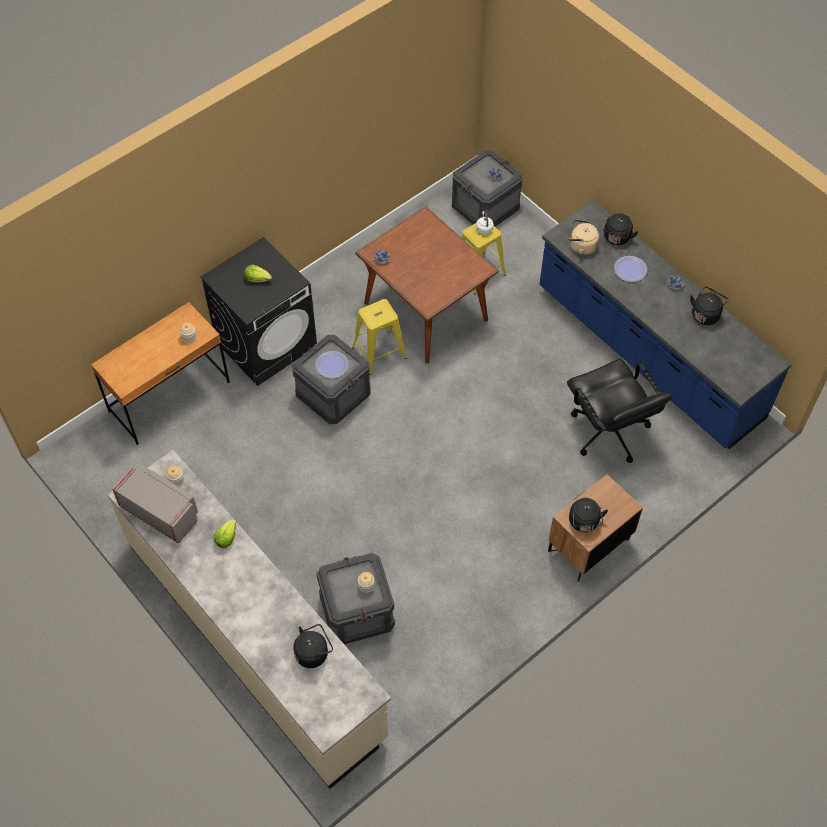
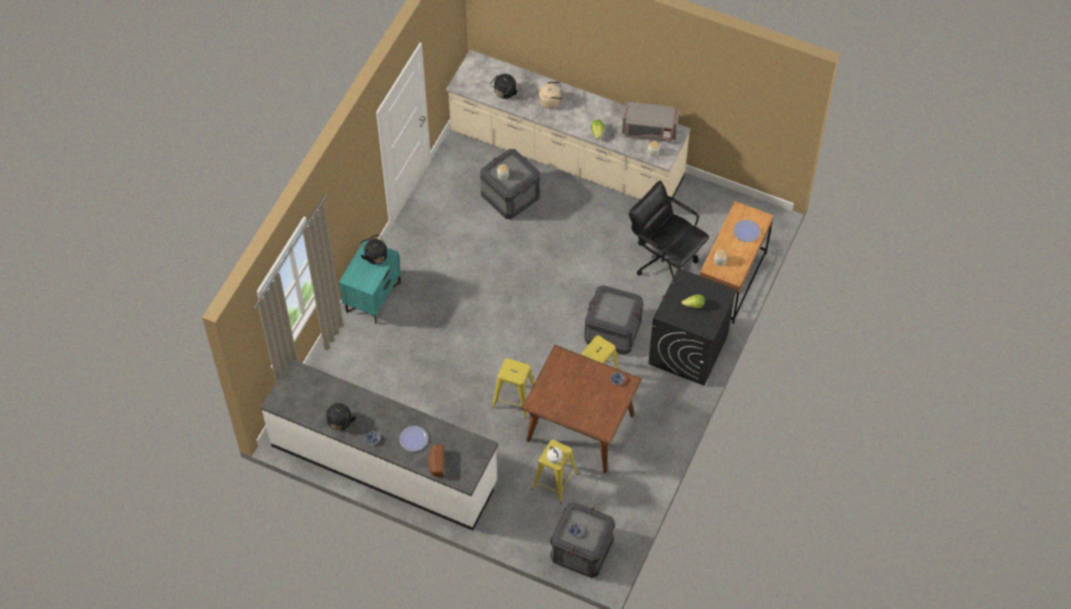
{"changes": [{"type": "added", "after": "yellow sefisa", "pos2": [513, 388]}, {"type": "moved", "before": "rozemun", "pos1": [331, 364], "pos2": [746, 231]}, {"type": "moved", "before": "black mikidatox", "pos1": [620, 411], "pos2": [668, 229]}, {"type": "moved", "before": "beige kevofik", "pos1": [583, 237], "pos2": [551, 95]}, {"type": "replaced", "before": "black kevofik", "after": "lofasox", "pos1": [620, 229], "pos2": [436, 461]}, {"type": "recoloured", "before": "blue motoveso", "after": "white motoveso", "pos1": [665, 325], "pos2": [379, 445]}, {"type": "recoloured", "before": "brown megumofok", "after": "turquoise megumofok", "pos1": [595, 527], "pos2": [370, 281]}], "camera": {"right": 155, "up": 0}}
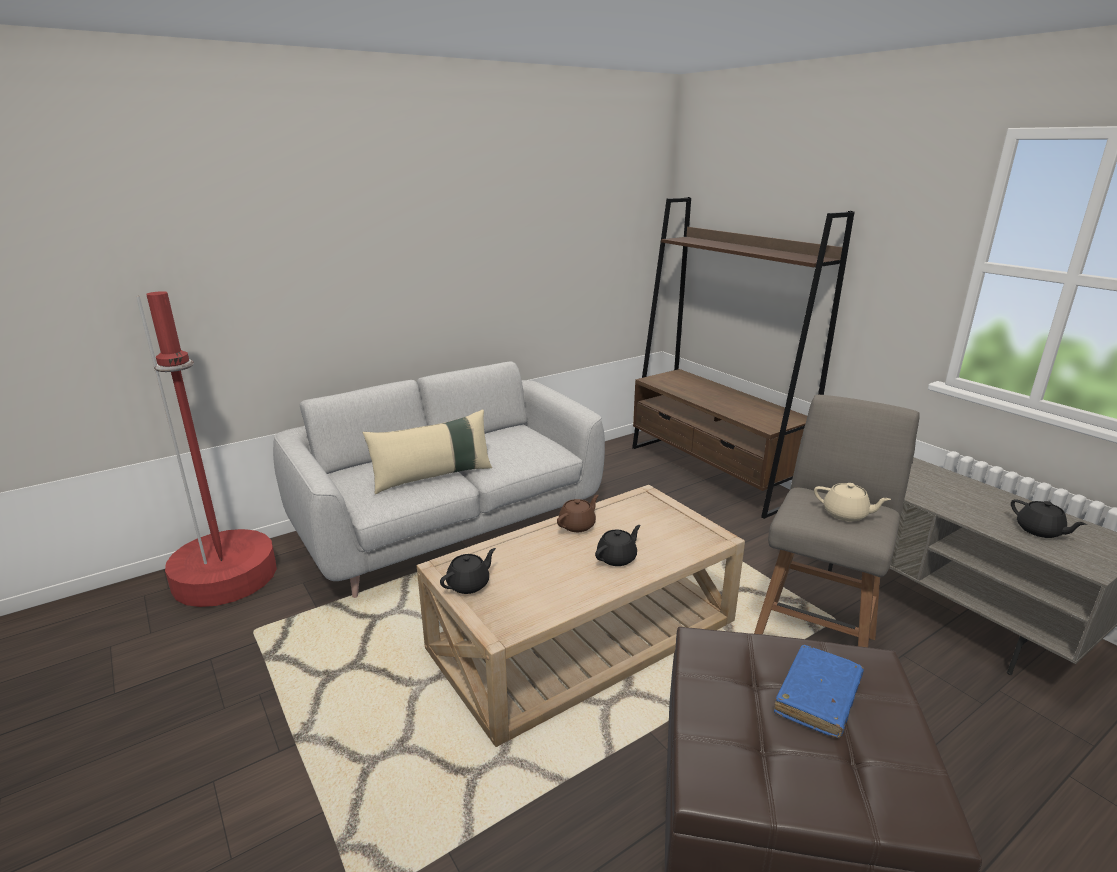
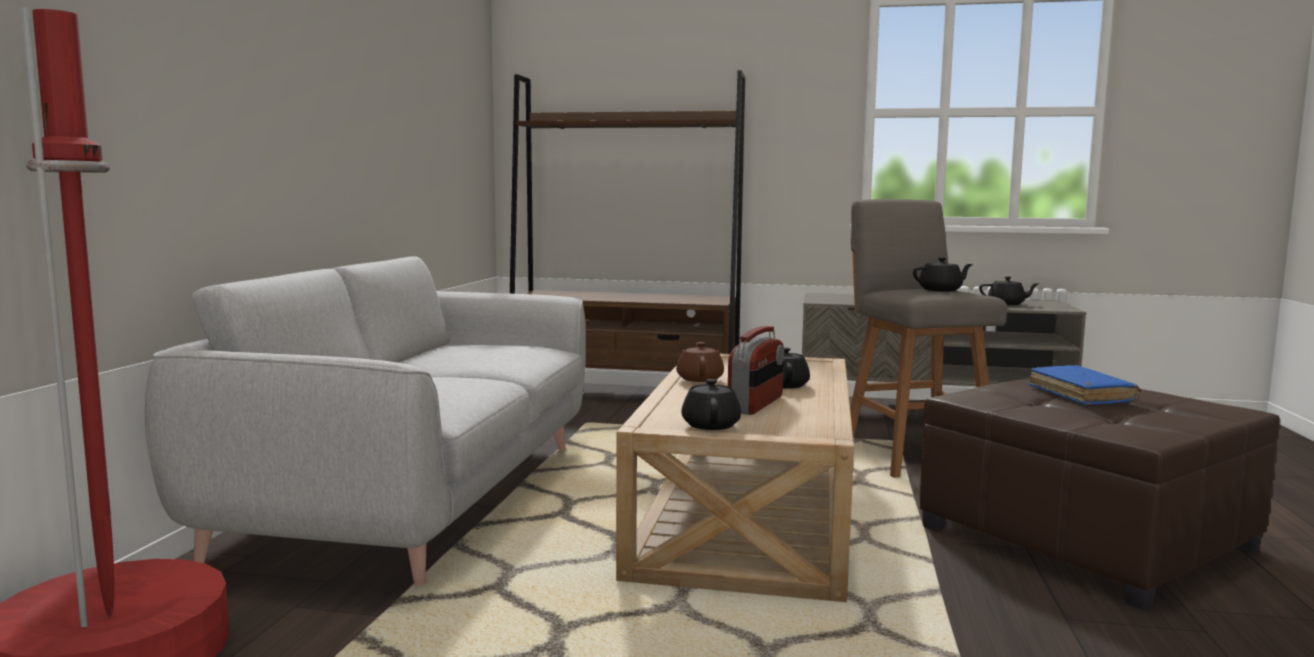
{"changes": [{"type": "removed", "before": "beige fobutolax", "pos1": [427, 452]}, {"type": "added", "after": "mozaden", "pos2": [756, 370]}, {"type": "recoloured", "before": "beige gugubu", "after": "black gugubu", "pos1": [852, 502], "pos2": [943, 274]}], "camera": {"right": -45, "up": -15}}
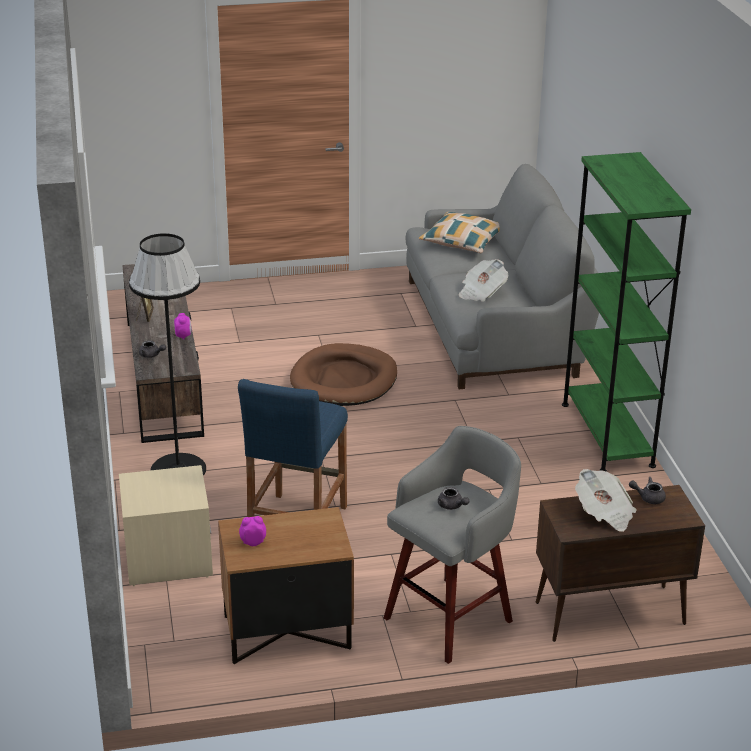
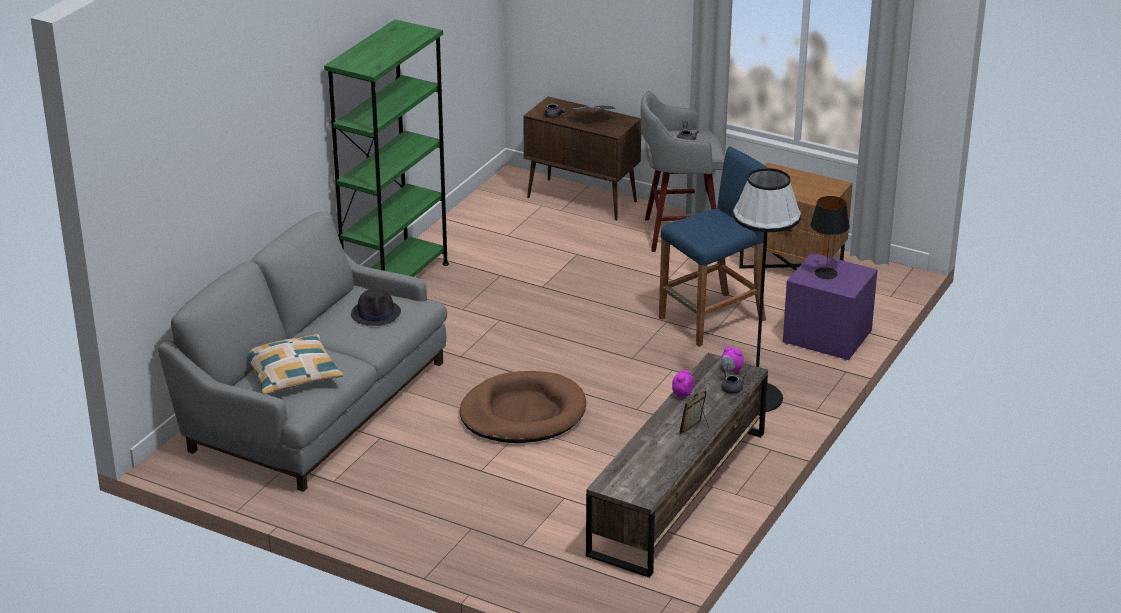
{"changes": [{"type": "added", "after": "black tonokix", "pos2": [830, 237]}, {"type": "moved", "before": "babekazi", "pos1": [252, 531], "pos2": [732, 359]}, {"type": "replaced", "before": "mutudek", "after": "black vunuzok", "pos1": [483, 280], "pos2": [376, 307]}, {"type": "recoloured", "before": "beige megumofok", "after": "purple megumofok", "pos1": [166, 525], "pos2": [830, 307]}], "camera": {"right": -140, "up": 0}}
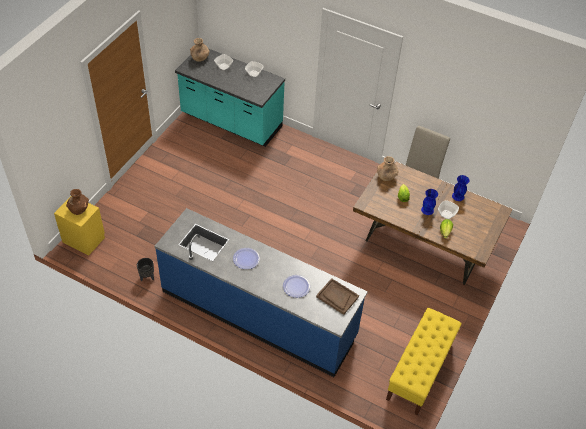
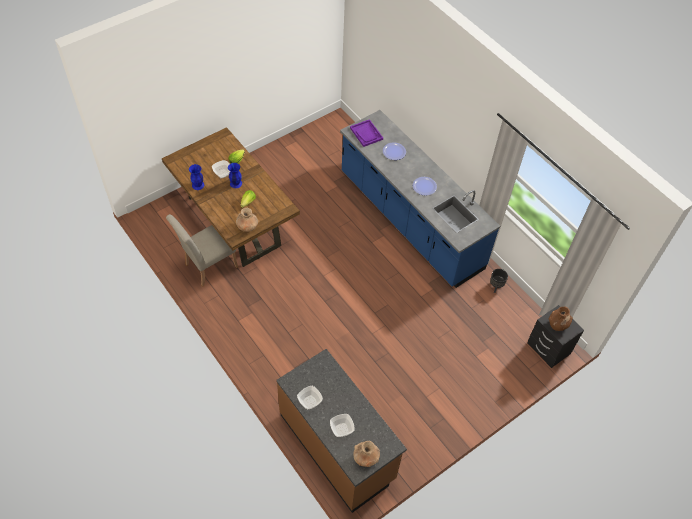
{"changes": [{"type": "removed", "before": "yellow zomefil", "pos1": [424, 362]}, {"type": "recoloured", "before": "yellow megumofok", "after": "black megumofok", "pos1": [79, 226], "pos2": [556, 336]}, {"type": "recoloured", "before": "turquoise motoveso", "after": "brown motoveso", "pos1": [230, 97], "pos2": [341, 431]}, {"type": "recoloured", "before": "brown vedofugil", "after": "purple vedofugil", "pos1": [337, 296], "pos2": [366, 133]}], "camera": {"right": -155, "up": 5}}
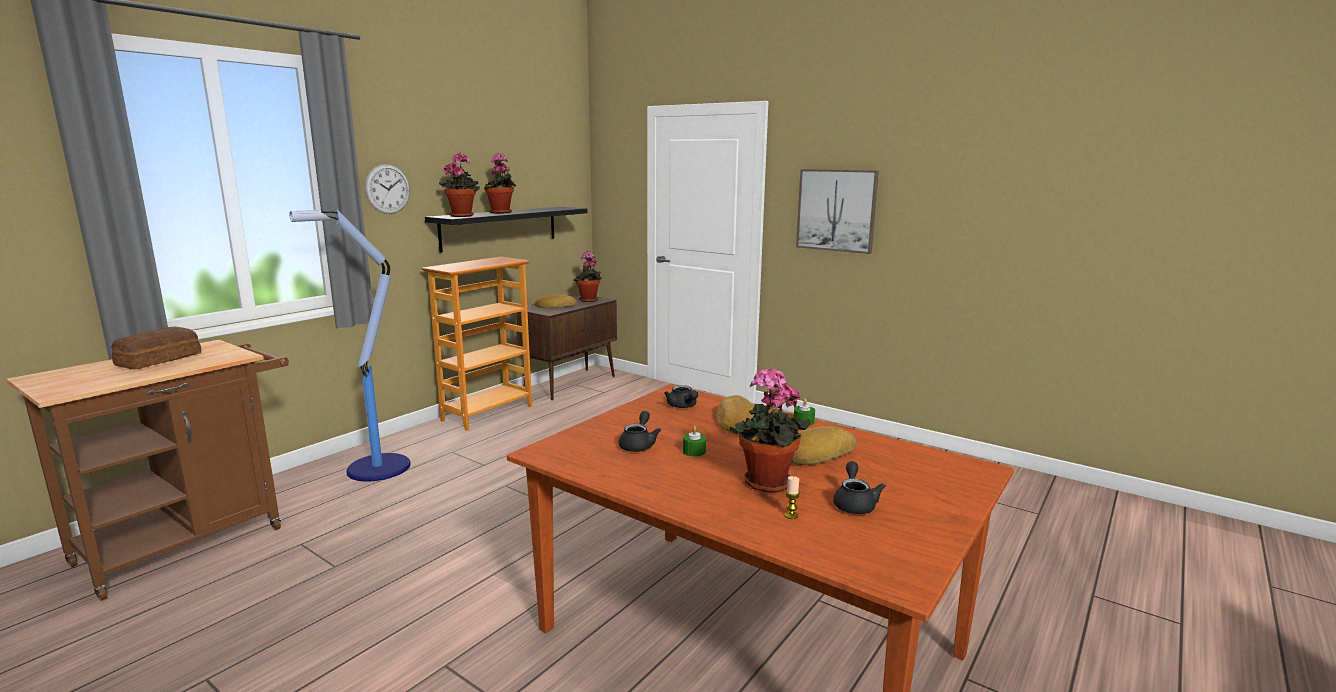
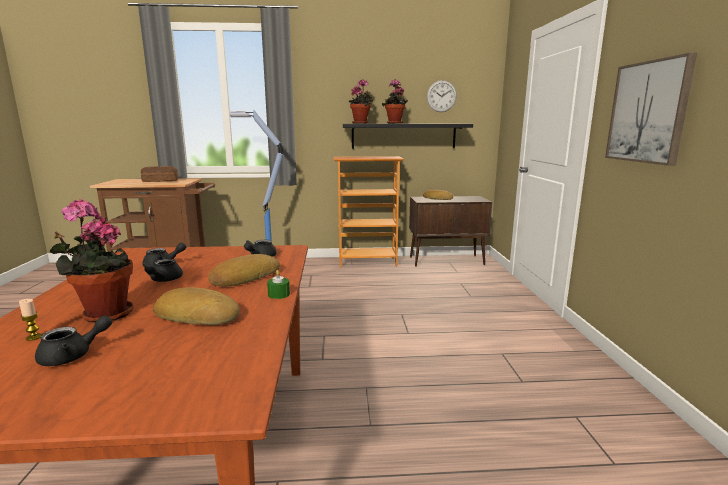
{"changes": [{"type": "removed", "before": "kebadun", "pos1": [587, 276]}, {"type": "moved", "before": "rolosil", "pos1": [387, 189], "pos2": [442, 96]}, {"type": "replaced", "before": "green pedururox", "after": "black gugubu", "pos1": [694, 441], "pos2": [162, 270]}], "camera": {"right": 50, "up": 0}}
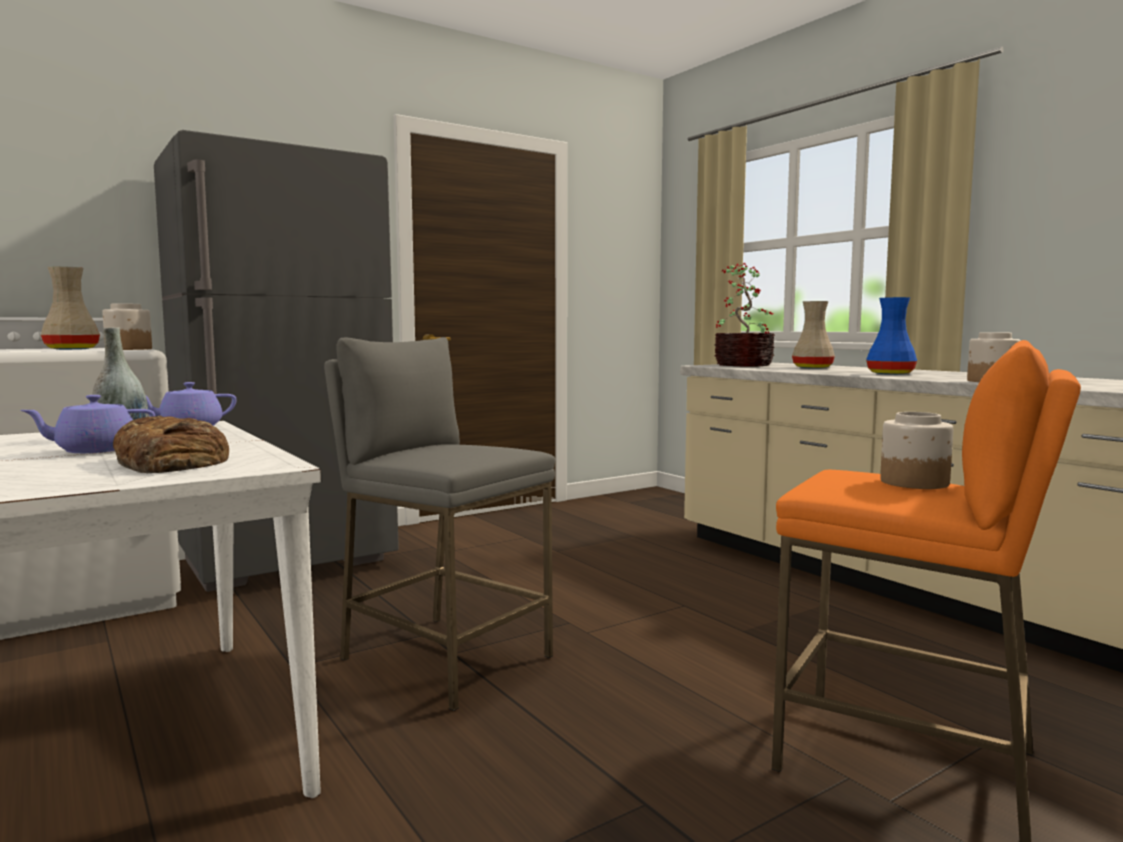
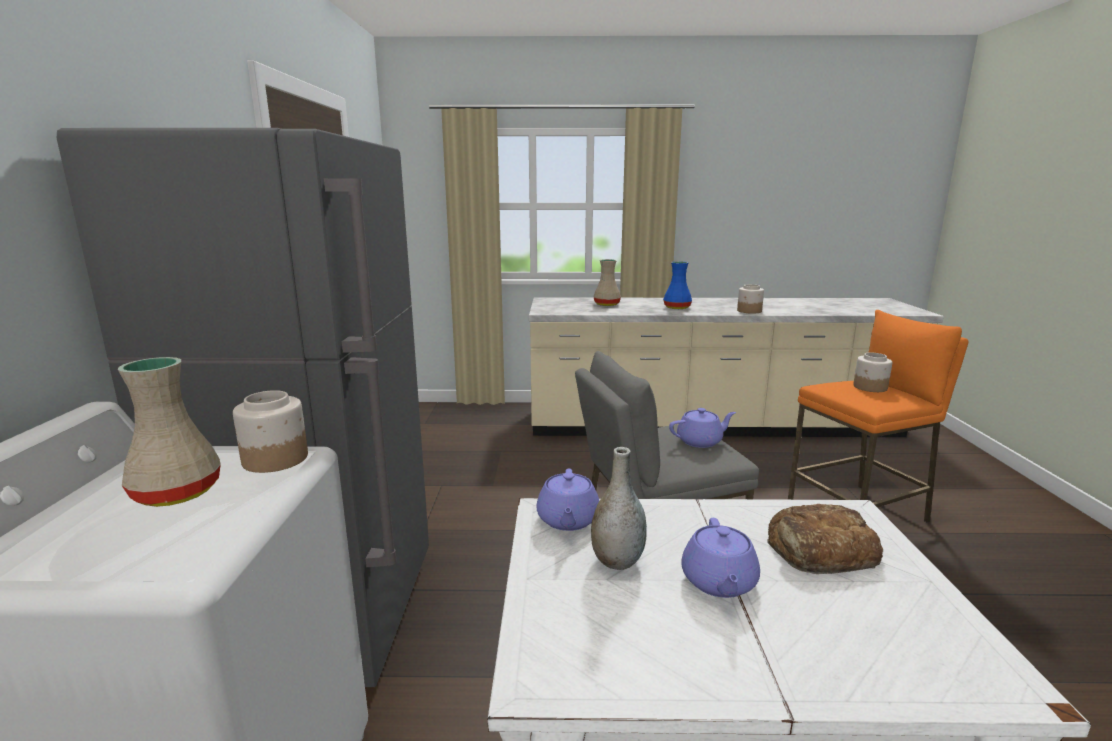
{"changes": [{"type": "removed", "before": "kebadun", "pos1": [744, 314]}, {"type": "added", "after": "purple gugubu", "pos2": [702, 428]}], "camera": {"right": -55, "up": 10}}
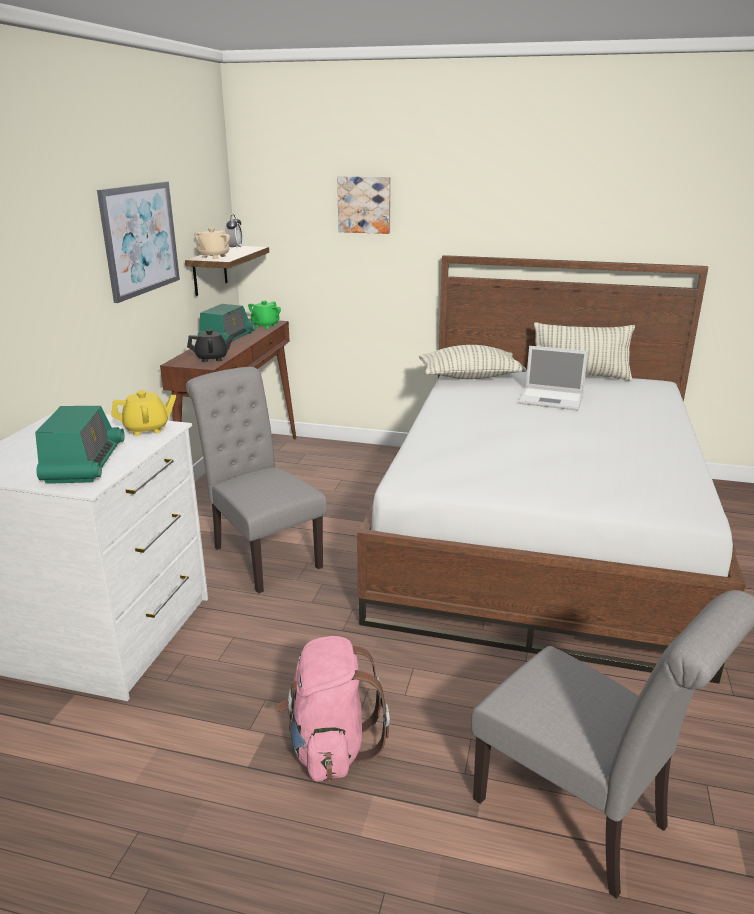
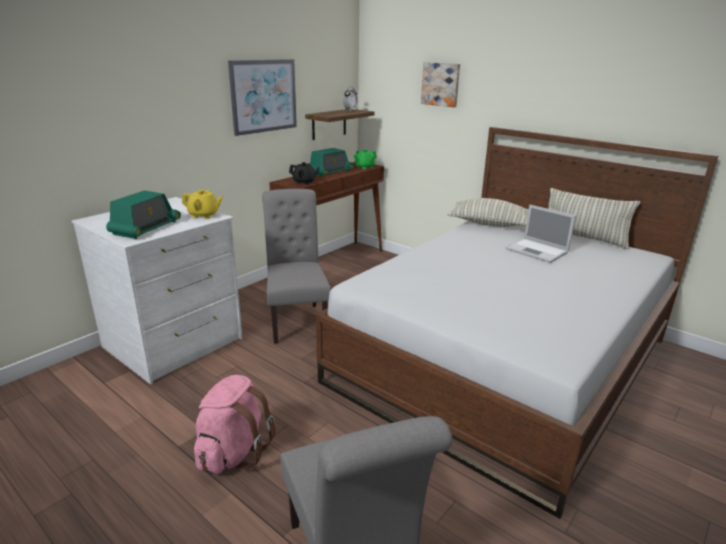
{"changes": [{"type": "removed", "before": "beige gugubu", "pos1": [212, 243]}], "camera": {"right": 25, "up": 0}}
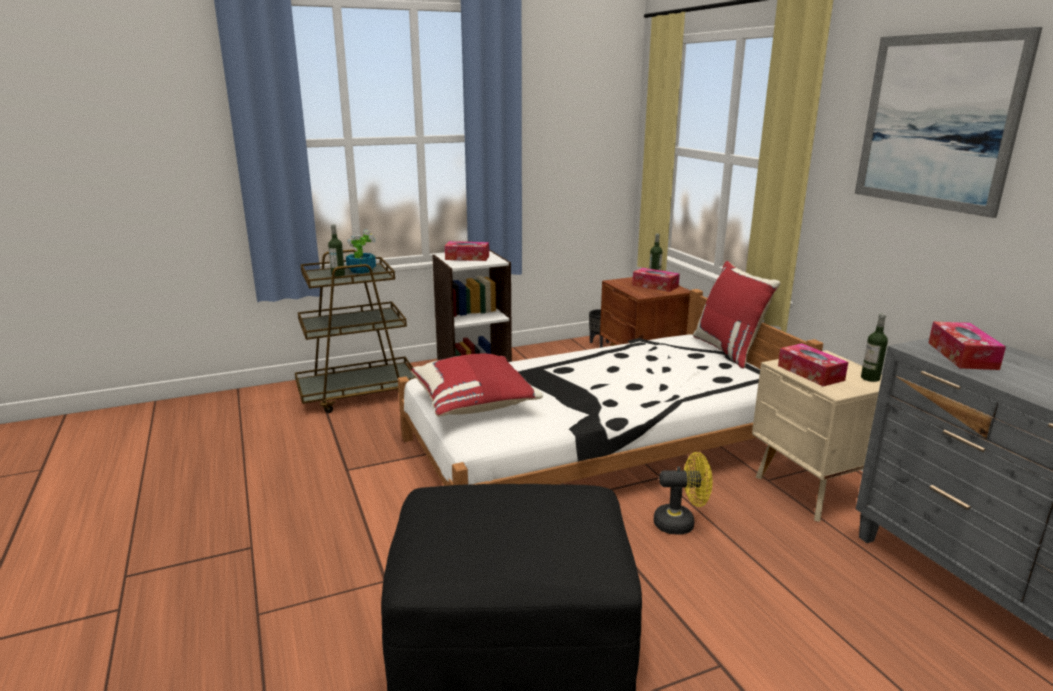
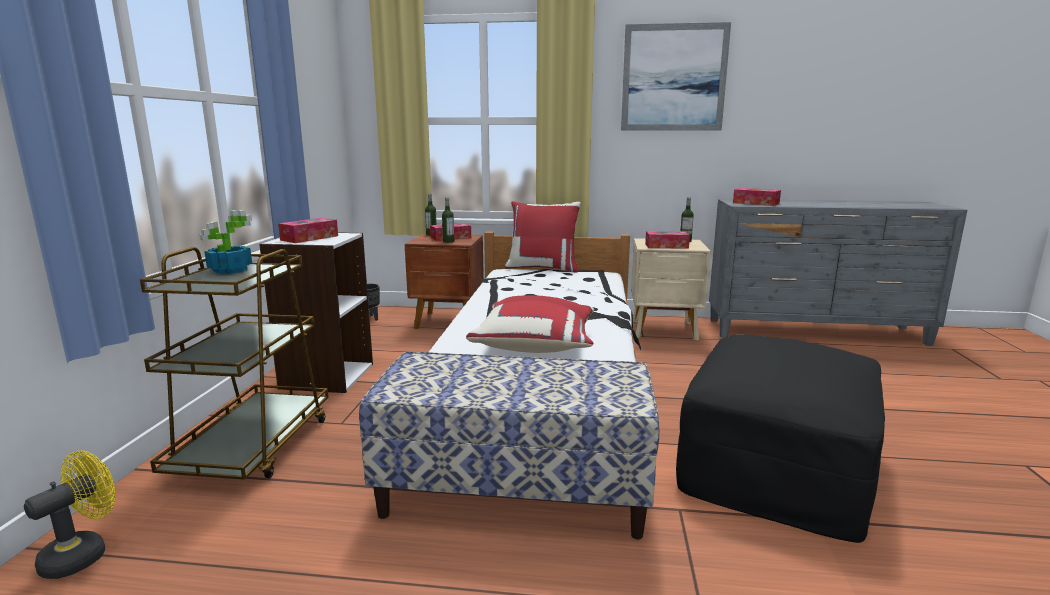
{"changes": [{"type": "added", "after": "zomefil", "pos2": [509, 445]}, {"type": "moved", "before": "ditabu", "pos1": [336, 250], "pos2": [448, 220]}, {"type": "moved", "before": "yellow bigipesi", "pos1": [683, 493], "pos2": [69, 514]}], "camera": {"right": -60, "up": -5}}
